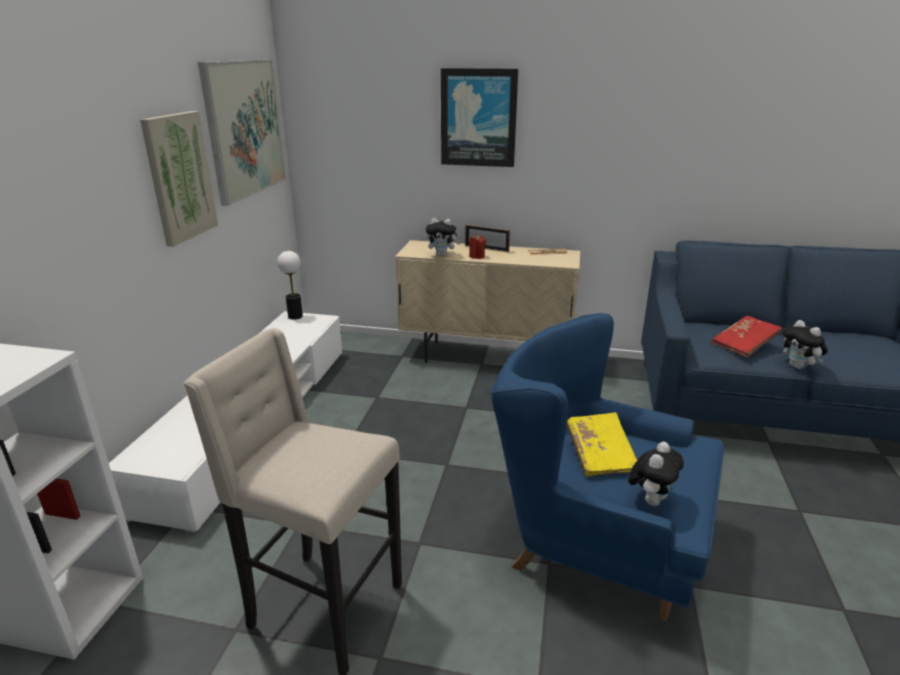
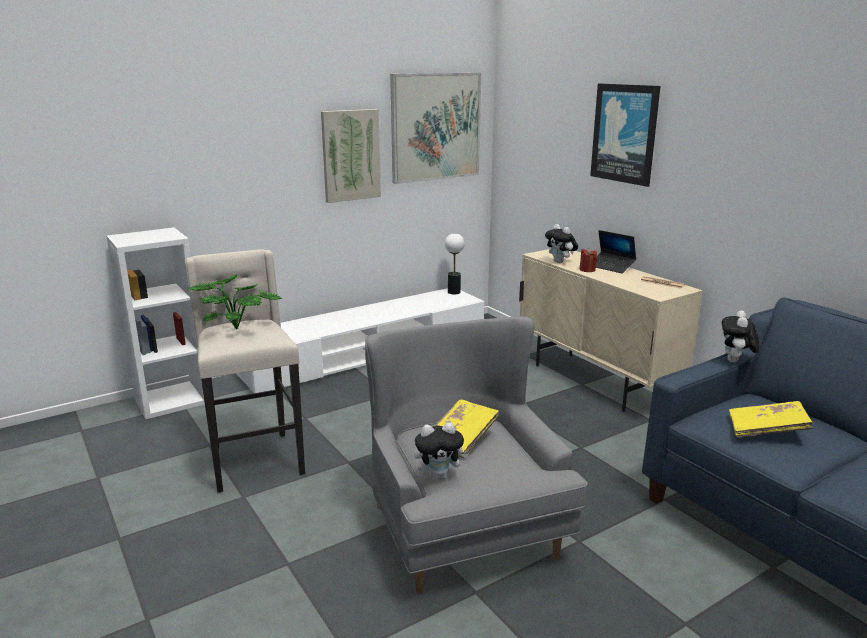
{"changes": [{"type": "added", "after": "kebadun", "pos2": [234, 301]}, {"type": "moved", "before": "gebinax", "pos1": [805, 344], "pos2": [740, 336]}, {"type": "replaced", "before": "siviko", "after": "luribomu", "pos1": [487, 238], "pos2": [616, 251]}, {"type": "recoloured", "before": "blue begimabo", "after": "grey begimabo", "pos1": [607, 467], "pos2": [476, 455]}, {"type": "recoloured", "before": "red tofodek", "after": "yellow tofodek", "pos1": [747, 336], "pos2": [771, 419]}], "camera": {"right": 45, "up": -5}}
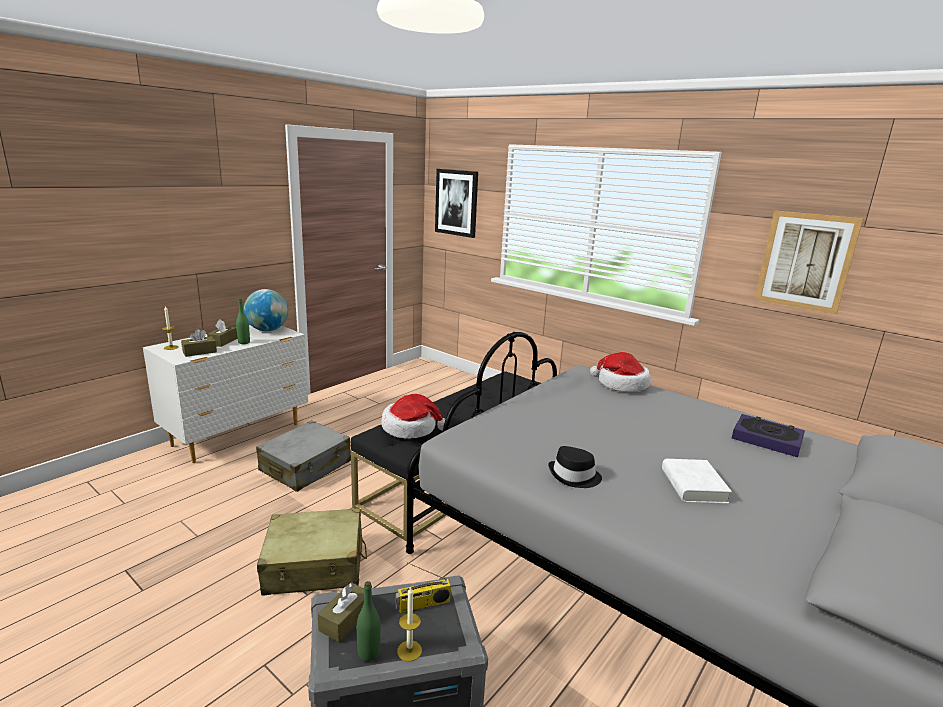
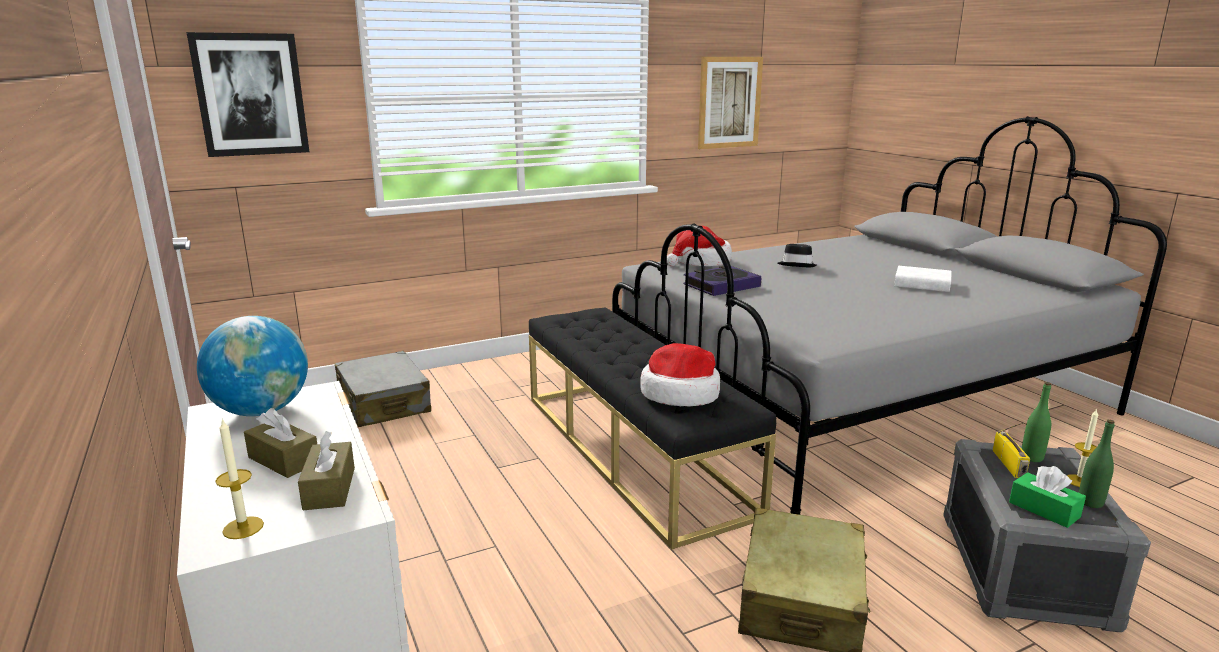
{"changes": [{"type": "moved", "before": "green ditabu", "pos1": [243, 321], "pos2": [1036, 422]}, {"type": "moved", "before": "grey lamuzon", "pos1": [303, 456], "pos2": [383, 389]}, {"type": "moved", "before": "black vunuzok", "pos1": [575, 467], "pos2": [797, 255]}, {"type": "moved", "before": "tofodek", "pos1": [768, 435], "pos2": [722, 281]}, {"type": "recoloured", "before": "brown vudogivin", "after": "green vudogivin", "pos1": [341, 612], "pos2": [1047, 497]}], "camera": {"right": -65, "up": 0}}
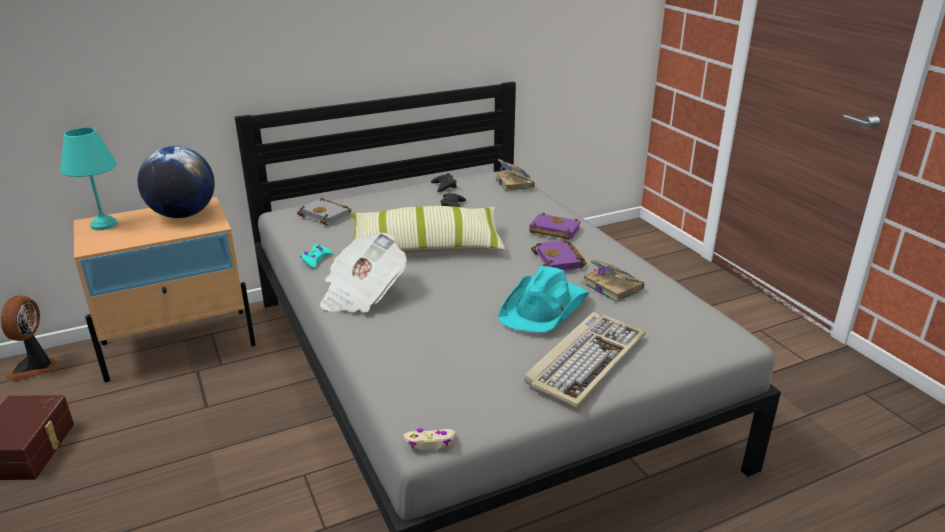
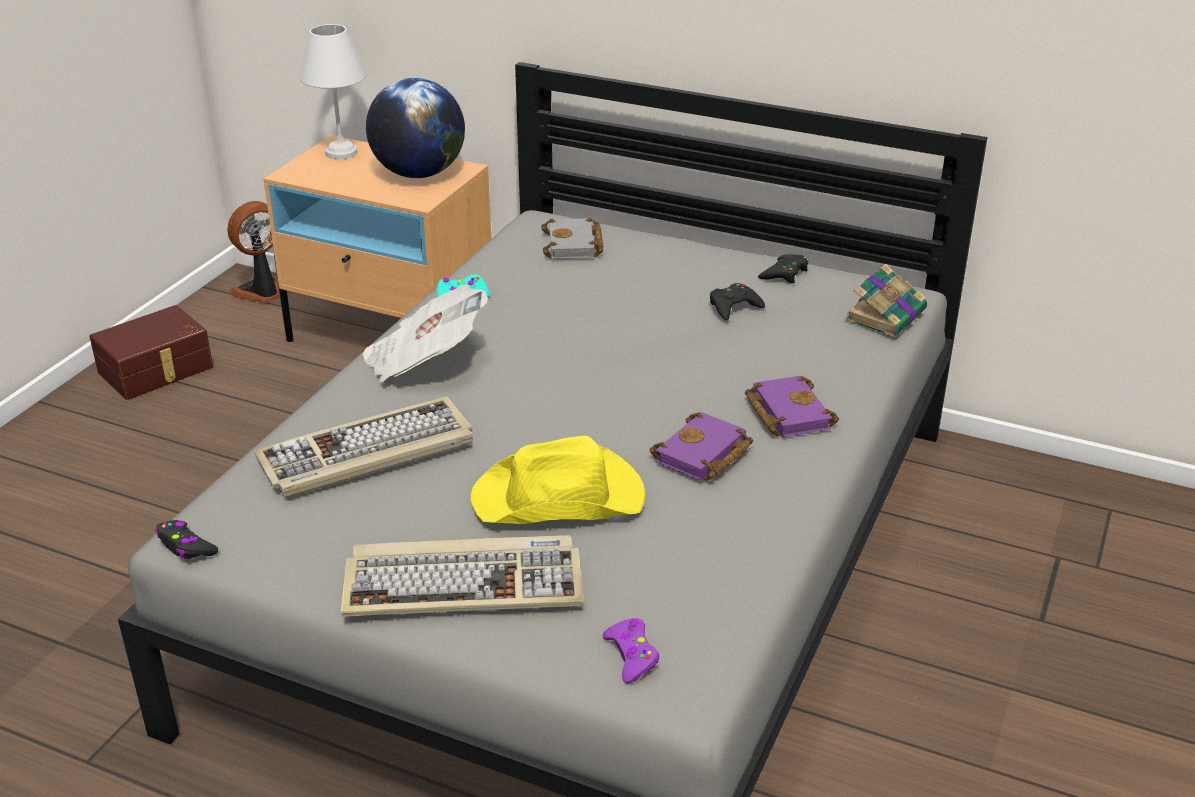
{"changes": [{"type": "removed", "before": "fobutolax", "pos1": [428, 229]}, {"type": "removed", "before": "tofodek", "pos1": [613, 280]}, {"type": "added", "after": "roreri", "pos2": [363, 447]}, {"type": "added", "after": "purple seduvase", "pos2": [630, 651]}, {"type": "recoloured", "before": "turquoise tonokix", "after": "white tonokix", "pos1": [88, 179], "pos2": [333, 91]}, {"type": "recoloured", "before": "beige seduvase", "after": "black seduvase", "pos1": [429, 439], "pos2": [186, 539]}, {"type": "recoloured", "before": "turquoise vunuzok", "after": "yellow vunuzok", "pos1": [544, 299], "pos2": [558, 480]}], "camera": {"right": 50, "up": 5}}
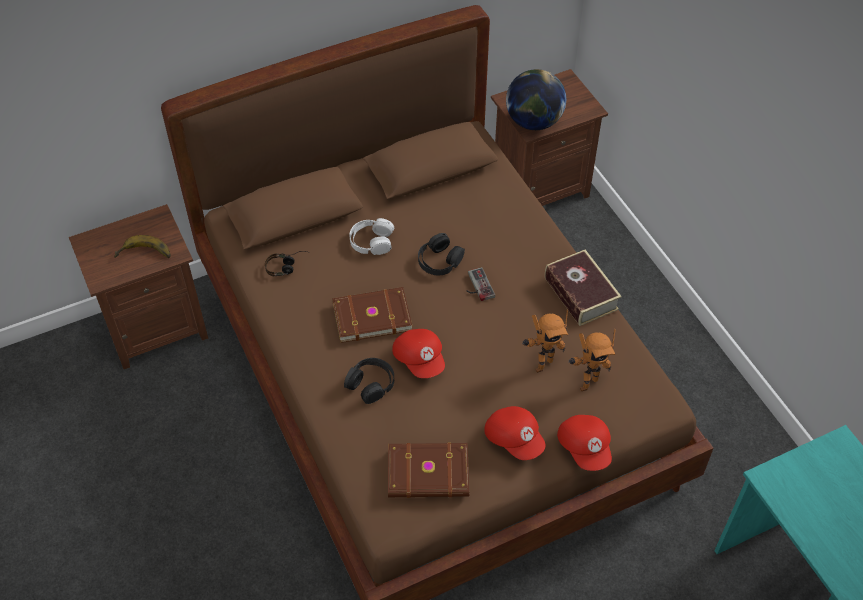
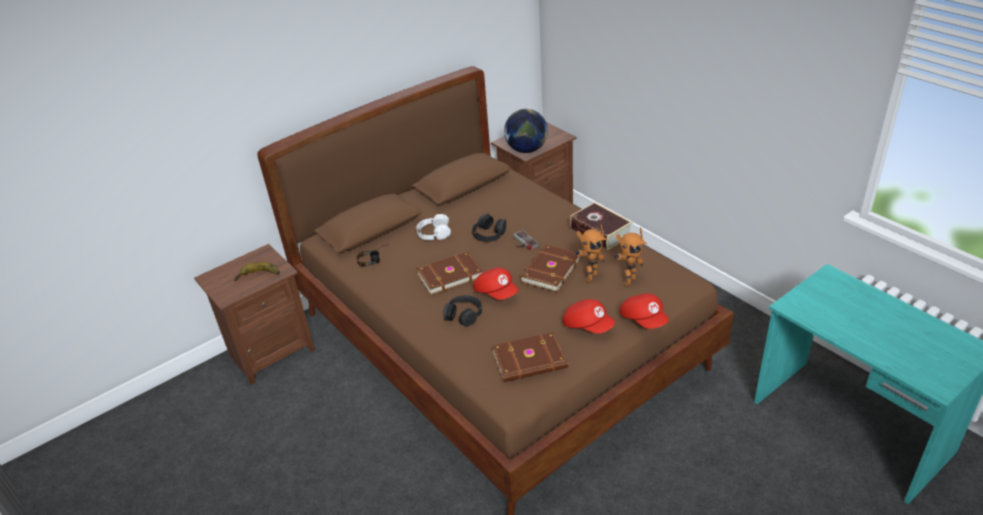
{"changes": [{"type": "added", "after": "brown tofodek", "pos2": [550, 268]}], "camera": {"right": -10, "up": -15}}
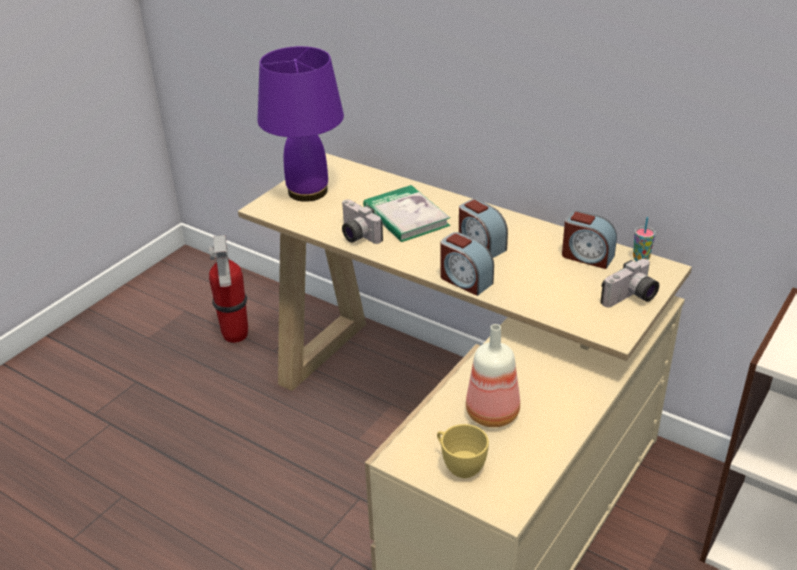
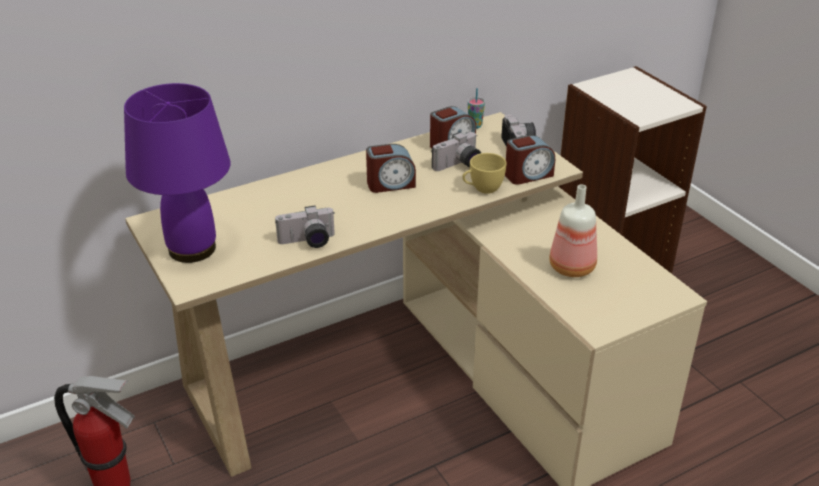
{"changes": [{"type": "removed", "before": "tofodek", "pos1": [406, 213]}, {"type": "added", "after": "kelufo", "pos2": [456, 151]}, {"type": "moved", "before": "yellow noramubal", "pos1": [463, 451], "pos2": [484, 173]}, {"type": "moved", "before": "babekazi", "pos1": [467, 264], "pos2": [530, 160]}], "camera": {"right": -65, "up": 0}}
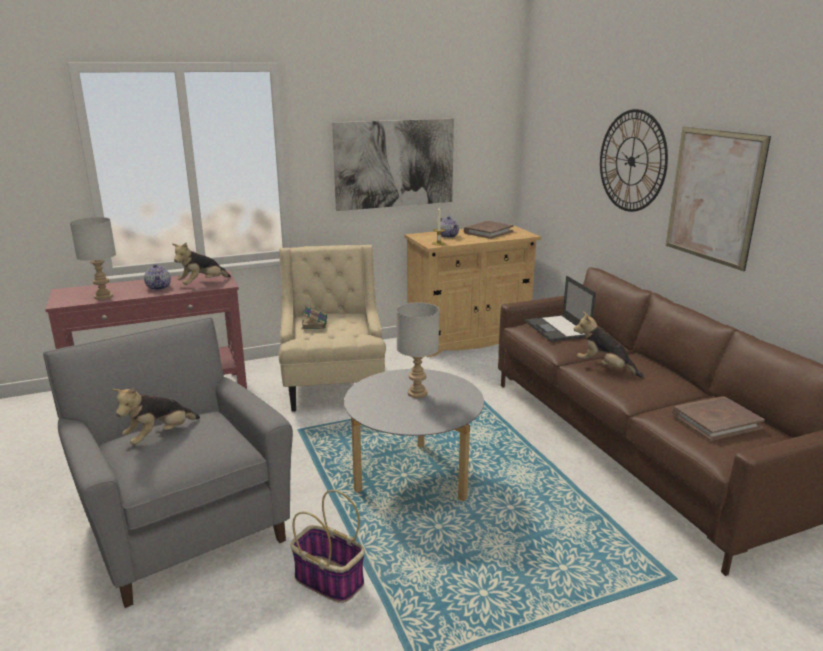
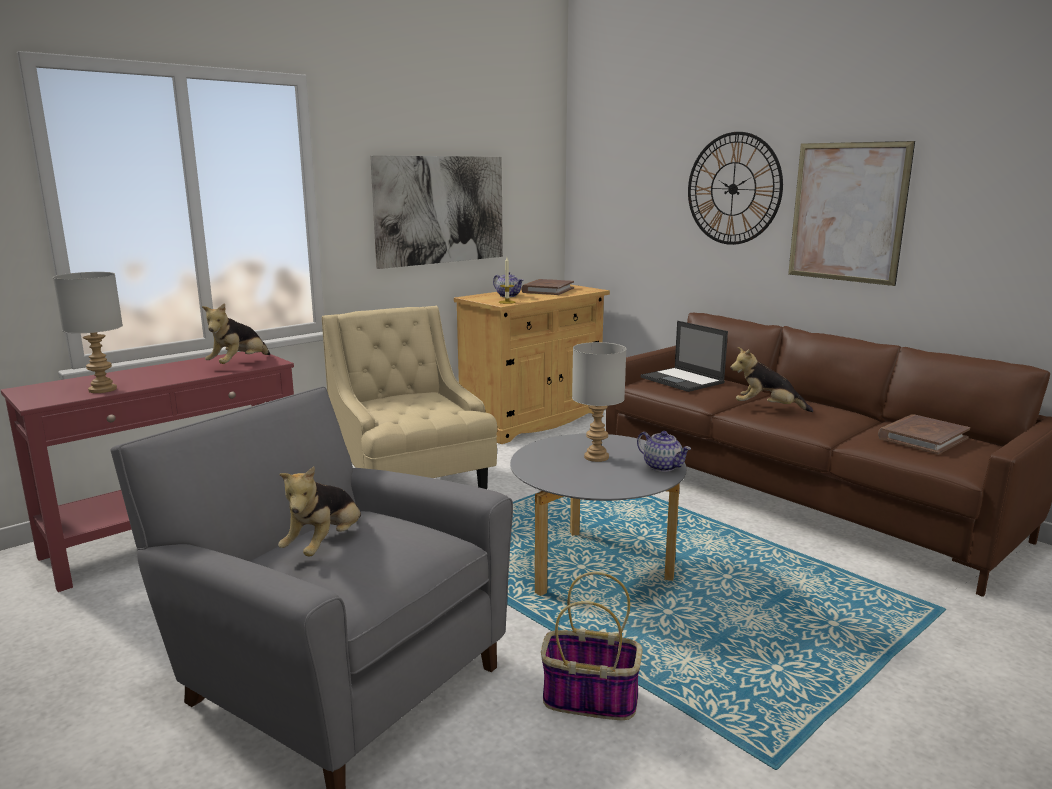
{"changes": [{"type": "removed", "before": "tofodek", "pos1": [314, 317]}, {"type": "moved", "before": "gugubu", "pos1": [157, 277], "pos2": [664, 451]}], "camera": {"right": -20, "up": -5}}
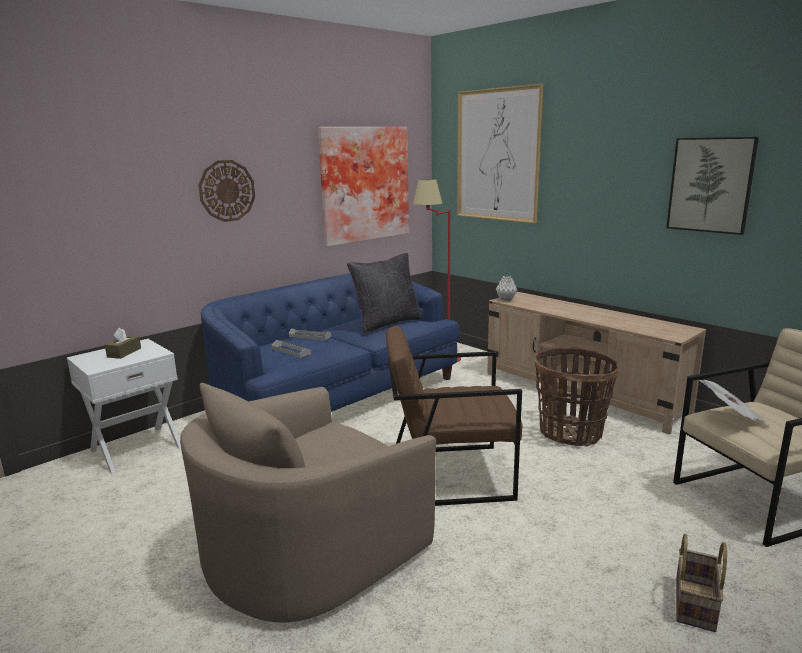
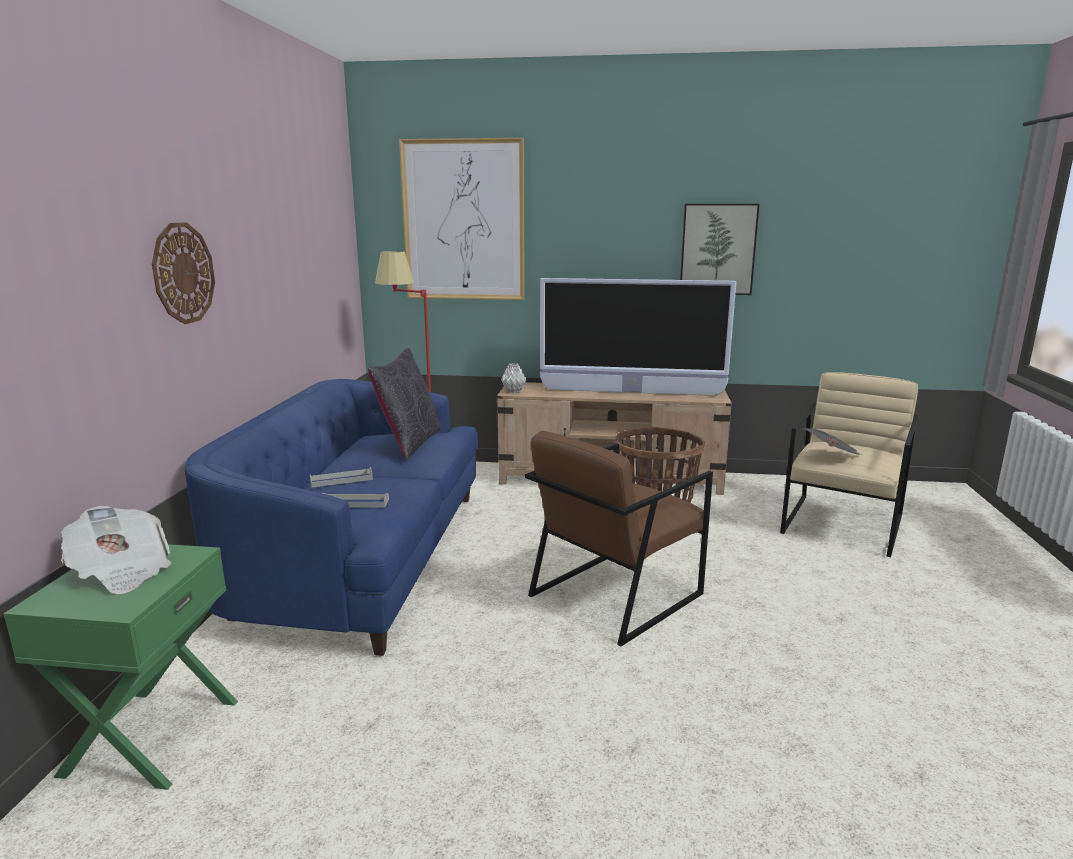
{"changes": [{"type": "removed", "before": "beige begimabo", "pos1": [308, 503]}, {"type": "removed", "before": "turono", "pos1": [363, 187]}, {"type": "removed", "before": "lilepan", "pos1": [701, 583]}, {"type": "added", "after": "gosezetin", "pos2": [638, 337]}, {"type": "replaced", "before": "brown vudogivin", "after": "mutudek", "pos1": [123, 343], "pos2": [116, 550]}, {"type": "recoloured", "before": "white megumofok", "after": "green megumofok", "pos1": [124, 406], "pos2": [121, 667]}], "camera": {"right": -40, "up": 0}}
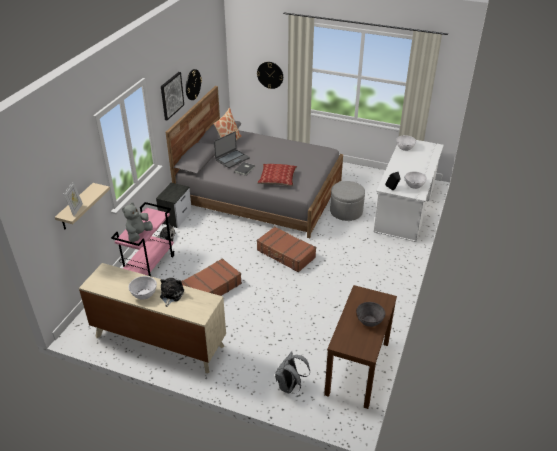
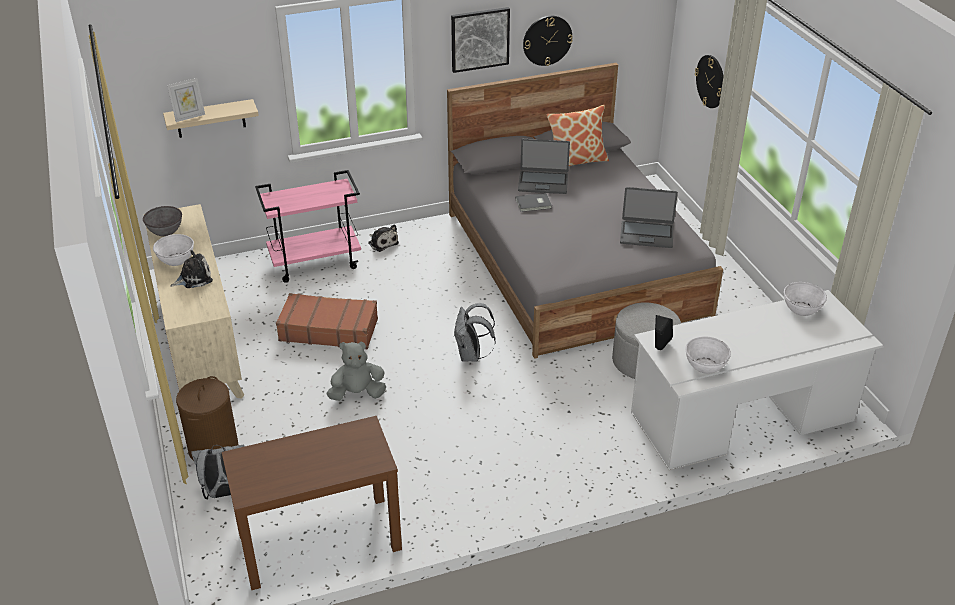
{"changes": [{"type": "removed", "before": "megumofok", "pos1": [174, 205]}, {"type": "removed", "before": "fobutolax", "pos1": [277, 175]}, {"type": "added", "after": "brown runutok", "pos2": [207, 418]}, {"type": "added", "after": "luribomu", "pos2": [649, 217]}, {"type": "moved", "before": "grey gebinax", "pos1": [137, 222], "pos2": [356, 371]}, {"type": "moved", "before": "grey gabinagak", "pos1": [370, 314], "pos2": [162, 221]}, {"type": "replaced", "before": "brown lamuzon", "after": "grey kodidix", "pos1": [286, 249], "pos2": [475, 332]}], "camera": {"right": 50, "up": 0}}
